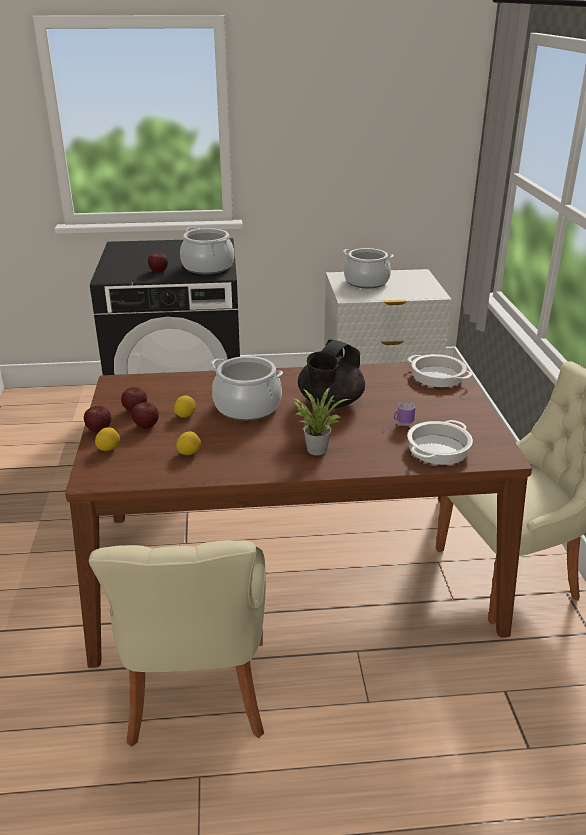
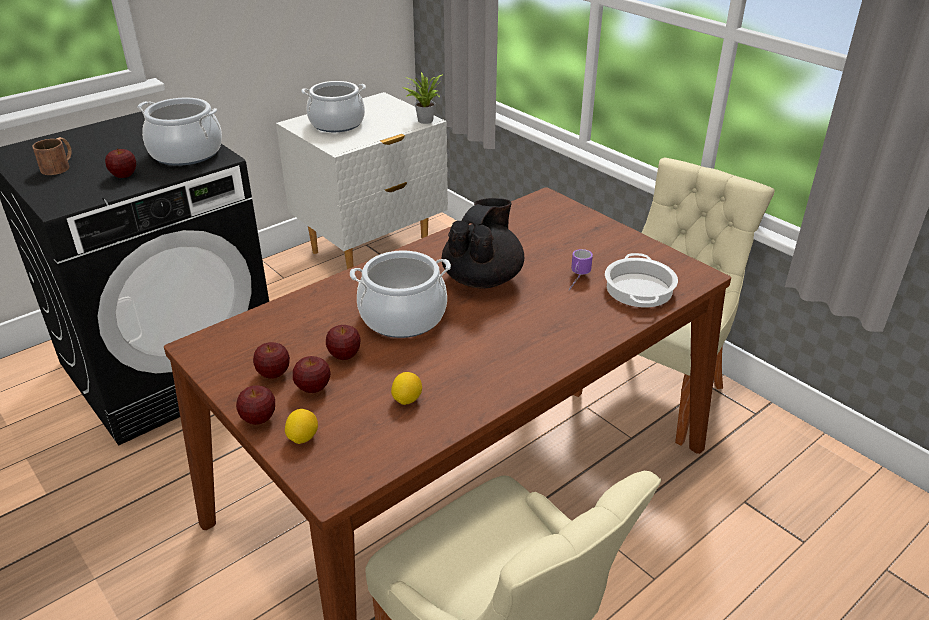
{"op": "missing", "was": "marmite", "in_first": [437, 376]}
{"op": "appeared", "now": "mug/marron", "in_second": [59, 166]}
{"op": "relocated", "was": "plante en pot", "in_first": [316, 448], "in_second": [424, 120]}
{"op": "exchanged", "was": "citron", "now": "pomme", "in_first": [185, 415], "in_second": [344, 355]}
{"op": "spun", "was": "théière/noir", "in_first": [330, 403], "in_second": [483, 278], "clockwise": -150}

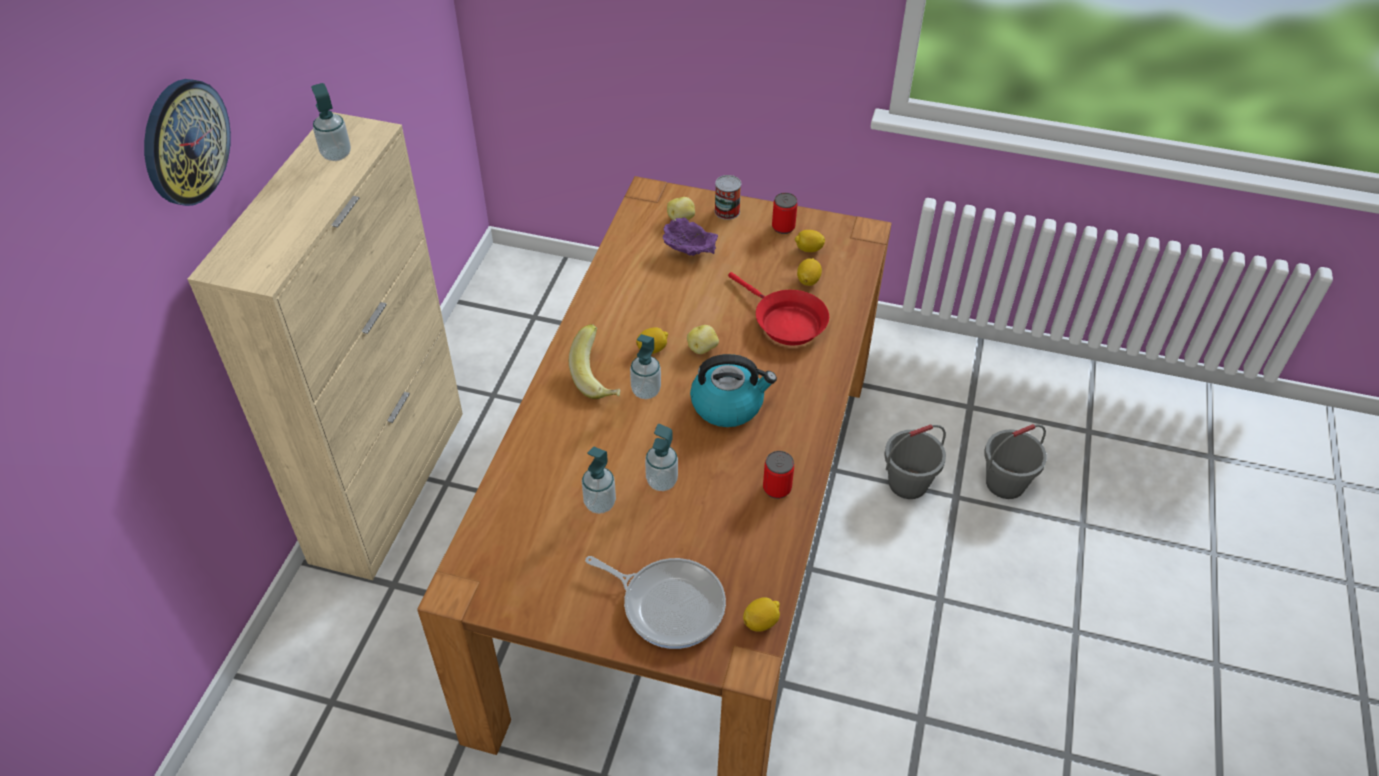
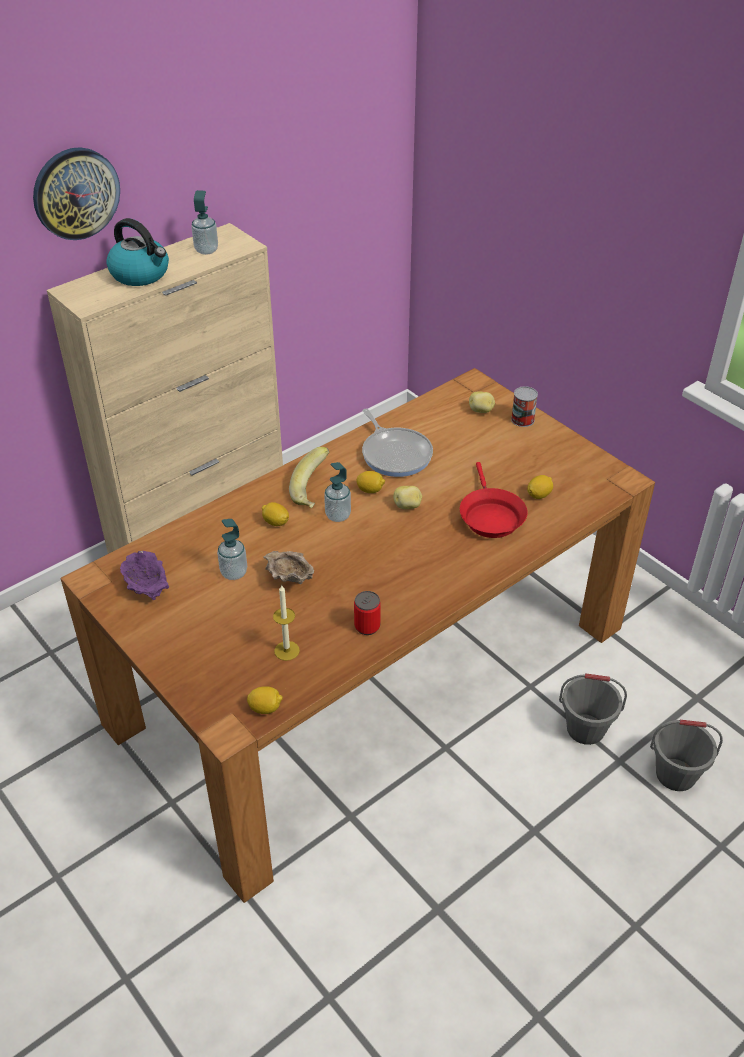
{"op": "missing", "was": "boîte métallique", "in_first": [783, 227]}
{"op": "appeared", "now": "bougie", "in_second": [286, 650]}
{"op": "relocated", "was": "poêle", "in_first": [669, 604], "in_second": [395, 454]}
{"op": "relocated", "was": "bol/violet", "in_first": [689, 252], "in_second": [147, 589]}
{"op": "relocated", "was": "bouilloire", "in_first": [728, 405], "in_second": [141, 274]}
{"op": "relocated", "was": "citron", "in_first": [808, 249], "in_second": [275, 522]}
{"op": "exchanged", "was": "distributeur de savon", "now": "bol/beige", "in_first": [662, 481], "in_second": [289, 580]}

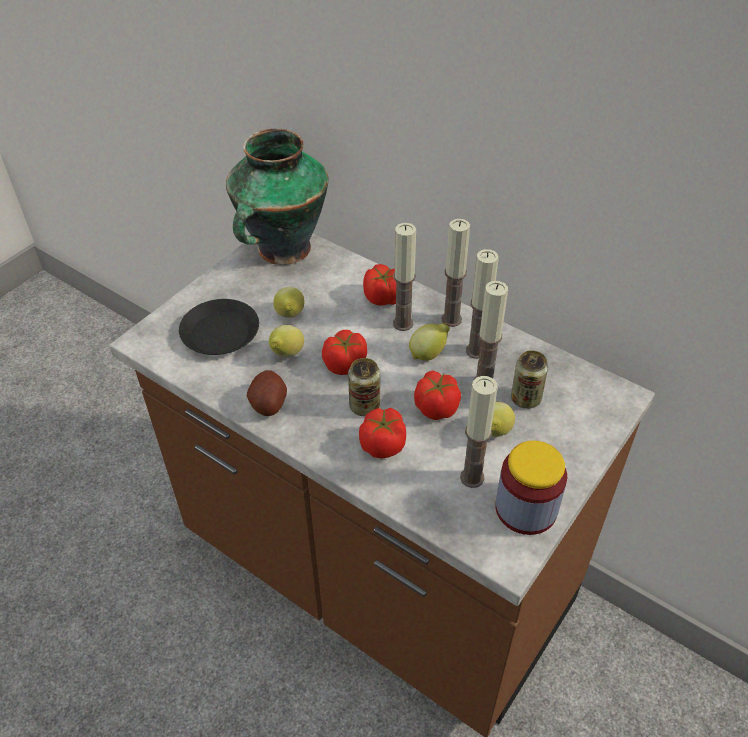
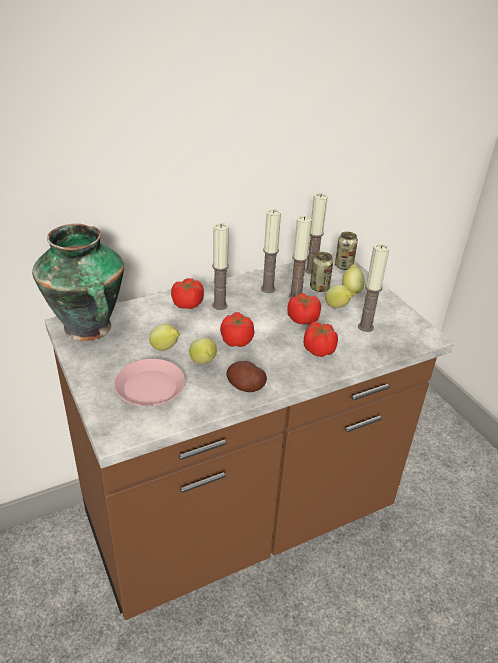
{"op": "missing", "was": "bocal", "in_first": [526, 508]}
{"op": "relocated", "was": "boîte métallique", "in_first": [364, 406], "in_second": [343, 266]}
{"op": "relocated", "was": "citron", "in_first": [428, 354], "in_second": [351, 290]}
{"op": "relocated", "was": "bougie", "in_first": [451, 319], "in_second": [311, 270]}
{"op": "colour", "was": "assiette/noir", "now": "assiette/rose", "in_first": [220, 333], "in_second": [149, 388]}

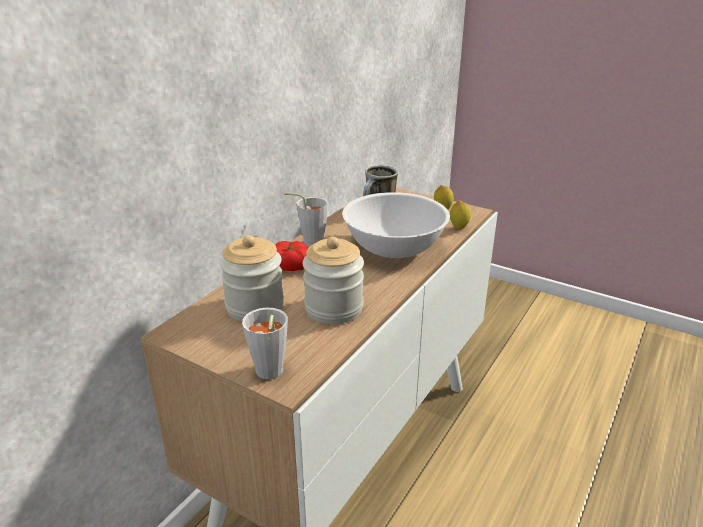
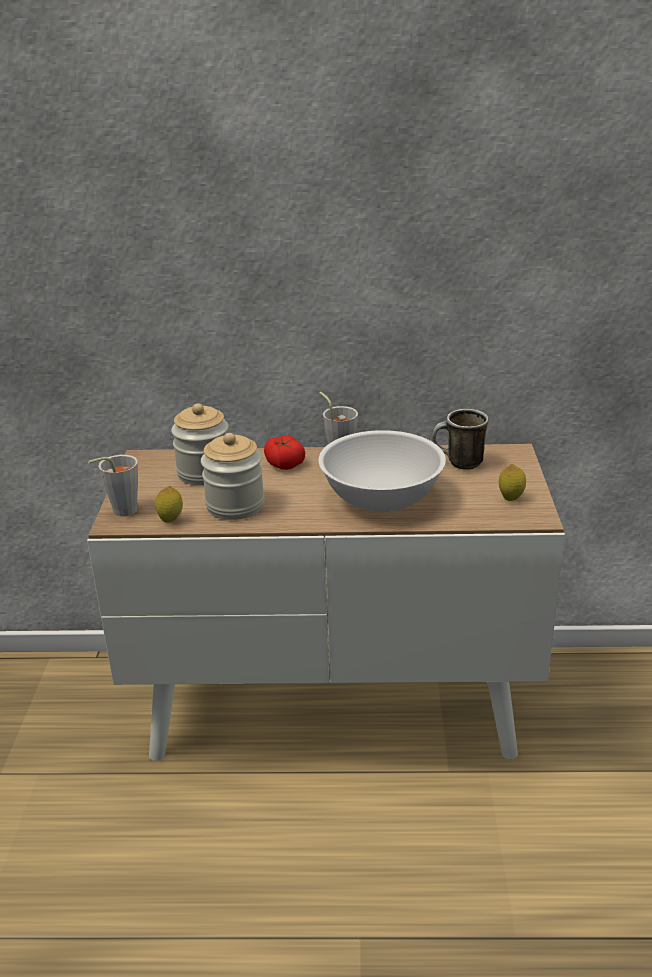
{"op": "relocated", "was": "citron", "in_first": [459, 228], "in_second": [171, 520]}

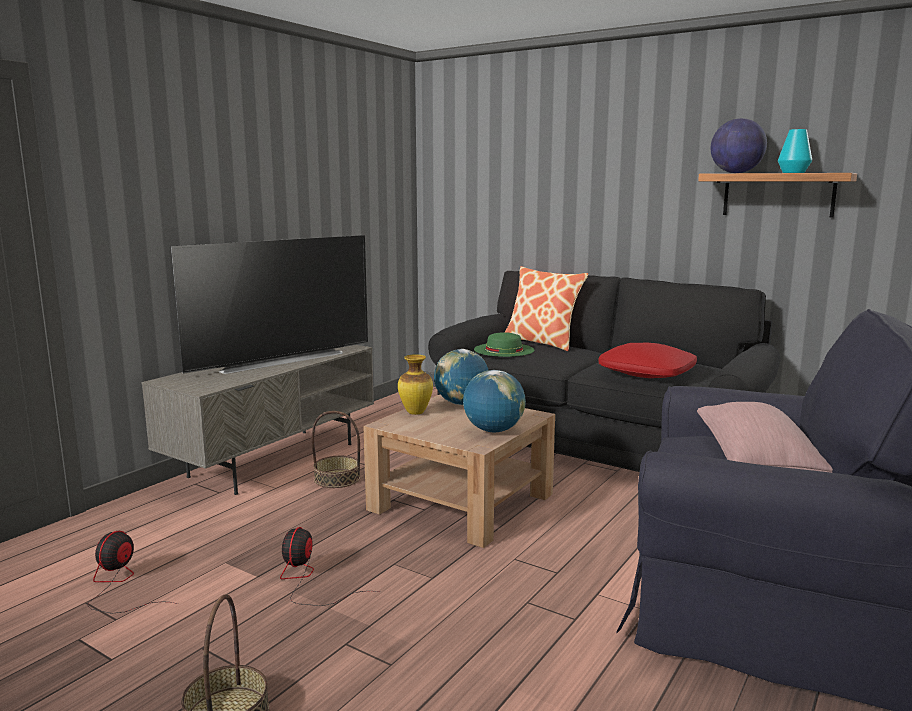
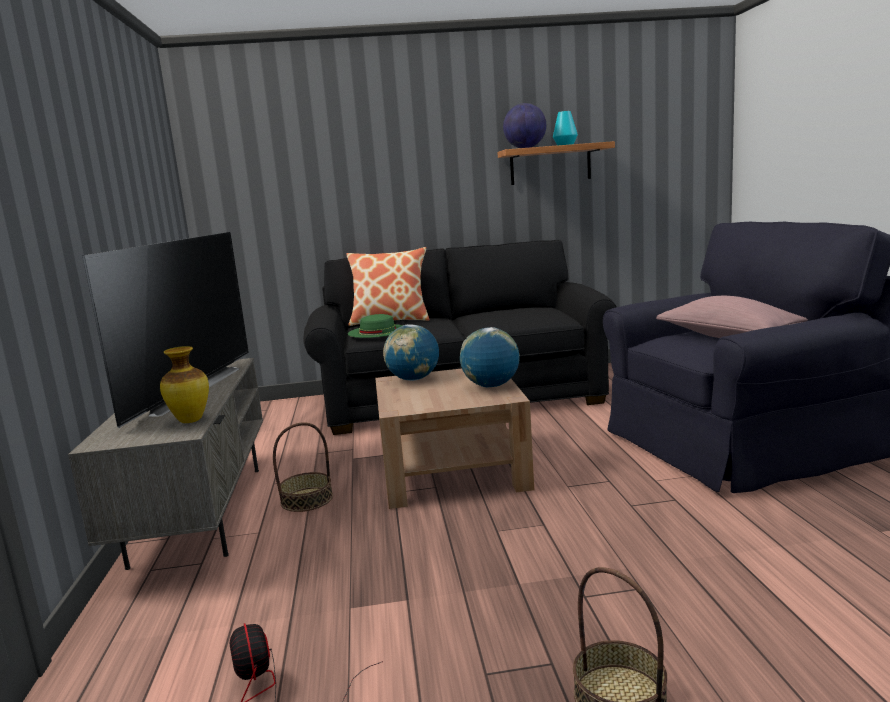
{"op": "missing", "was": "ventilateur", "in_first": [308, 580]}
{"op": "missing", "was": "coussin/rouge", "in_first": [647, 372]}
{"op": "relocated", "was": "vase", "in_first": [416, 413], "in_second": [191, 420]}

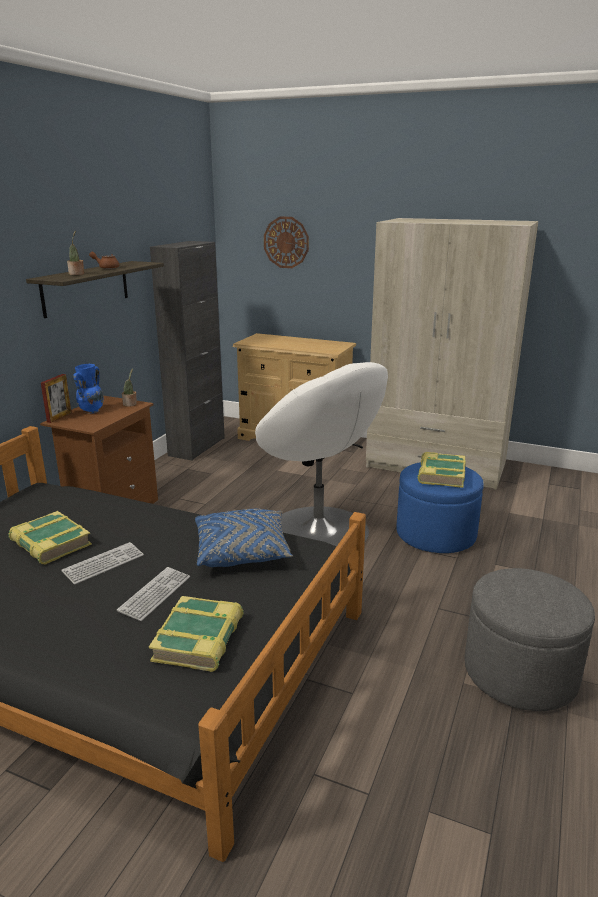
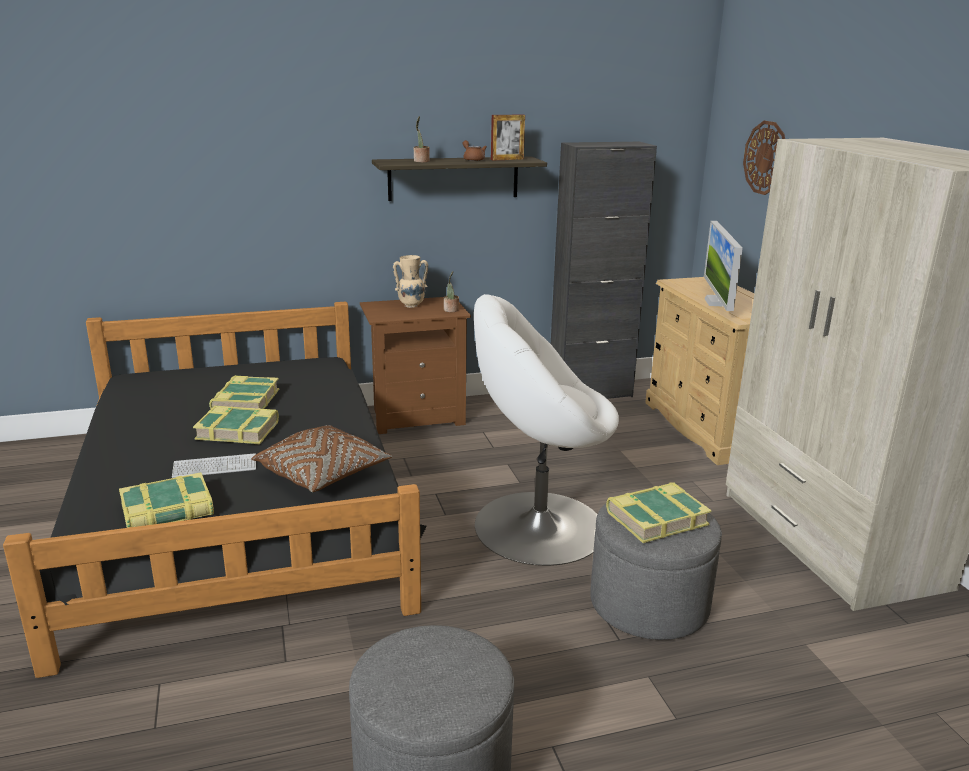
{"op": "appeared", "now": "écran d'ordinateur", "in_second": [717, 302]}
{"op": "relocated", "was": "cadre photo", "in_first": [59, 417], "in_second": [507, 159]}
{"op": "exchanged", "was": "clavier", "now": "livre", "in_first": [103, 564], "in_second": [238, 430]}
{"op": "colour", "was": "vase/bleu", "now": "vase/beige", "in_first": [91, 411], "in_second": [411, 305]}
{"op": "colour", "was": "coussin/bleu", "now": "coussin/marron", "in_first": [242, 551], "in_second": [323, 474]}
{"op": "colour", "was": "pouf/bleu", "now": "pouf/gris", "in_first": [436, 534], "in_second": [649, 604]}
{"op": "spun", "was": "fauteuil/blanc", "in_first": [319, 531], "in_second": [536, 526], "clockwise": 75}

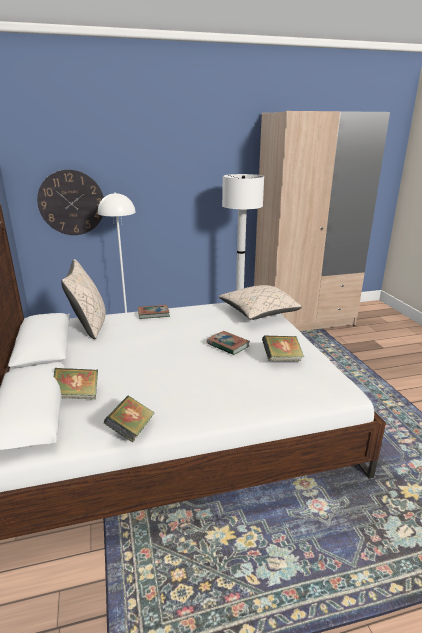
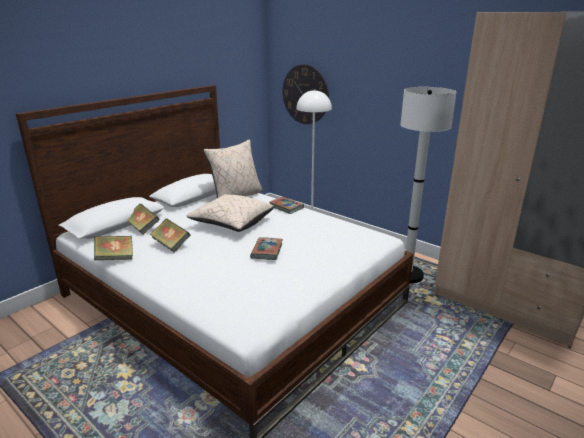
{"op": "relocated", "was": "coussin/beige", "in_first": [258, 313], "in_second": [232, 223]}
{"op": "relocated", "was": "livre", "in_first": [282, 359], "in_second": [171, 245]}

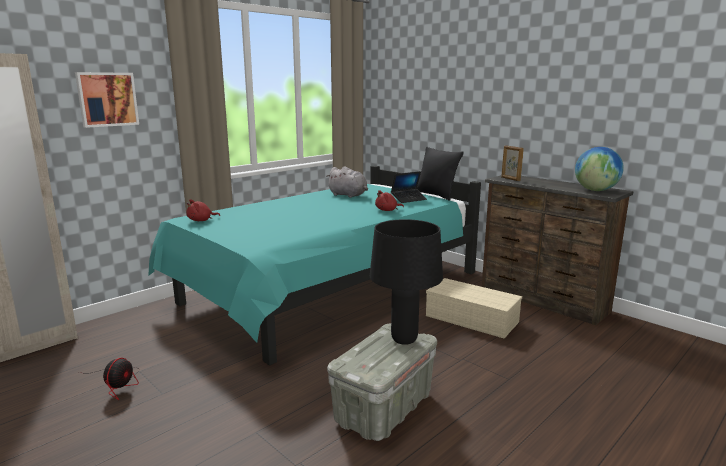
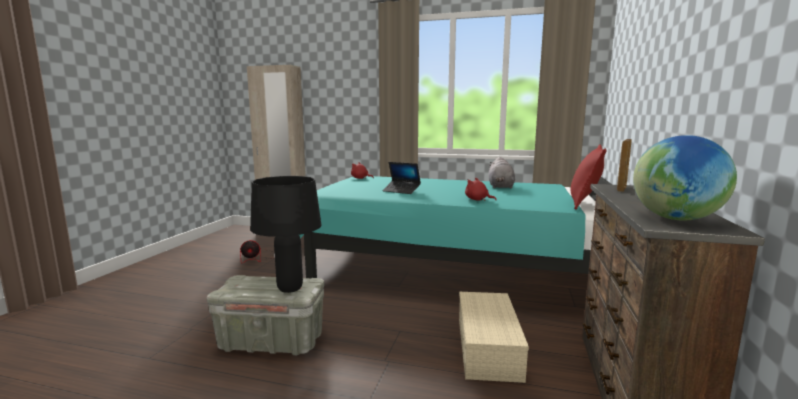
{"op": "missing", "was": "tableau", "in_first": [107, 99]}
{"op": "relocated", "was": "ordinateur portable", "in_first": [408, 199], "in_second": [401, 191]}
{"op": "colour", "was": "coussin/noir", "now": "coussin/rouge", "in_first": [436, 195], "in_second": [584, 204]}

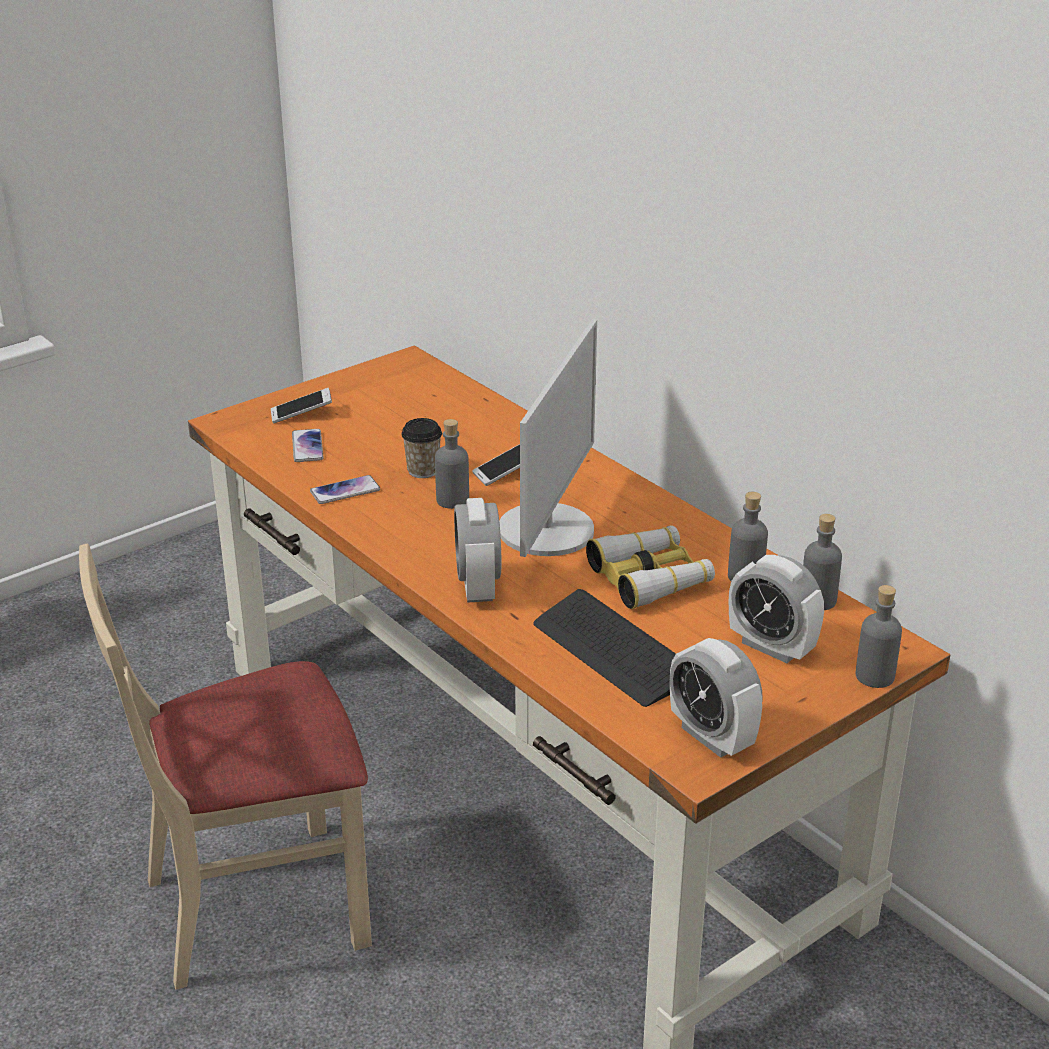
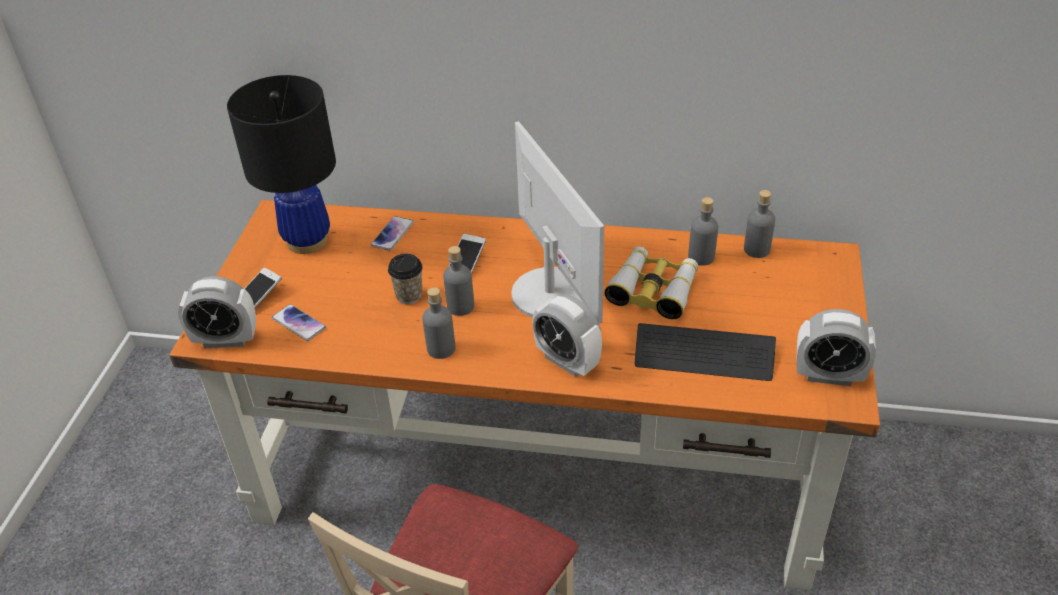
{"op": "appeared", "now": "lampe de table/noir", "in_second": [307, 241]}
{"op": "relocated", "was": "téléphone", "in_first": [345, 491], "in_second": [392, 234]}
{"op": "relocated", "was": "réveil", "in_first": [771, 647], "in_second": [226, 340]}
{"op": "relocated", "was": "bouteille/gris", "in_first": [874, 676], "in_second": [441, 348]}

